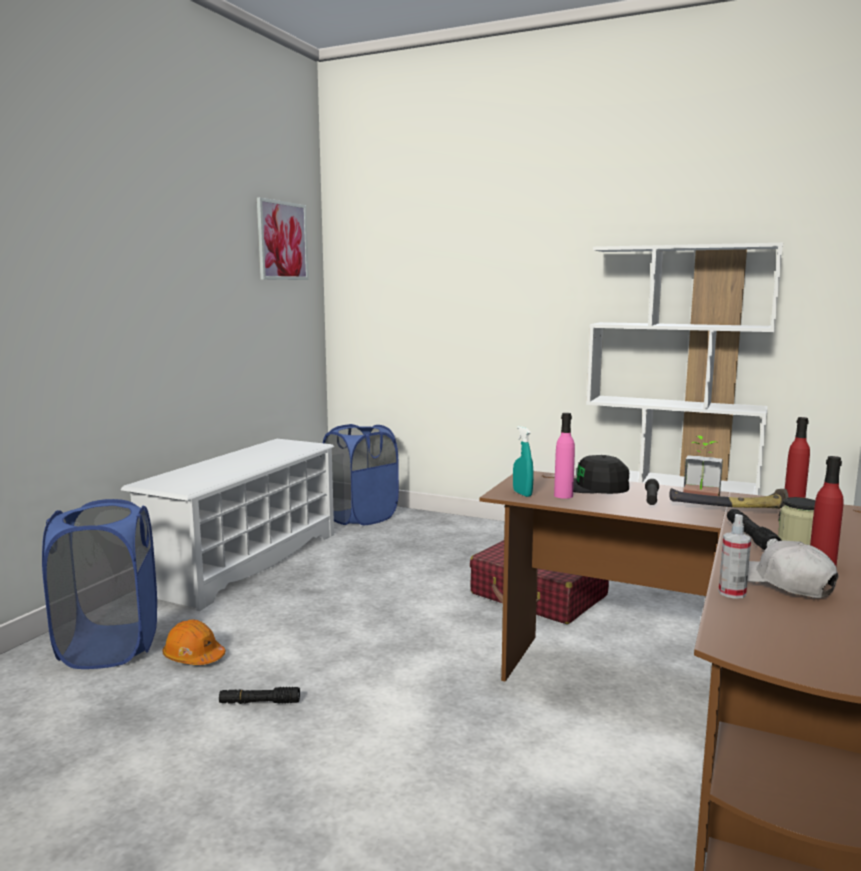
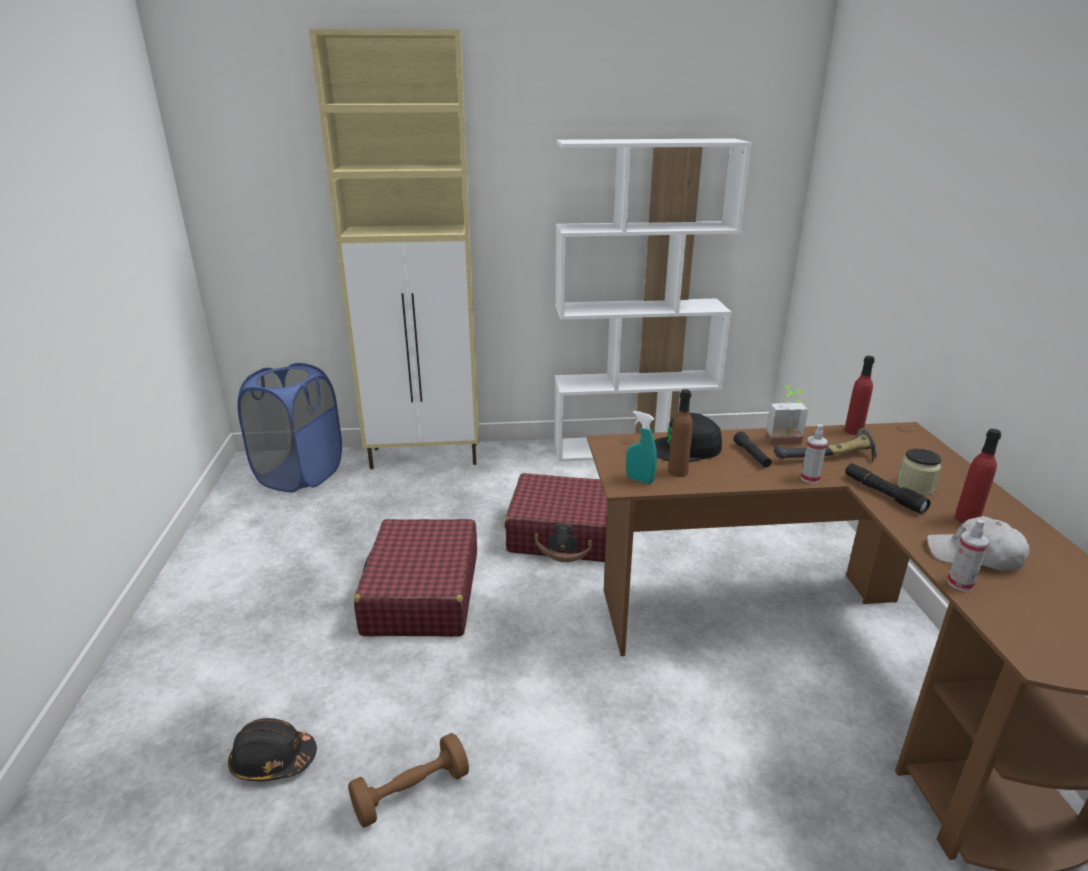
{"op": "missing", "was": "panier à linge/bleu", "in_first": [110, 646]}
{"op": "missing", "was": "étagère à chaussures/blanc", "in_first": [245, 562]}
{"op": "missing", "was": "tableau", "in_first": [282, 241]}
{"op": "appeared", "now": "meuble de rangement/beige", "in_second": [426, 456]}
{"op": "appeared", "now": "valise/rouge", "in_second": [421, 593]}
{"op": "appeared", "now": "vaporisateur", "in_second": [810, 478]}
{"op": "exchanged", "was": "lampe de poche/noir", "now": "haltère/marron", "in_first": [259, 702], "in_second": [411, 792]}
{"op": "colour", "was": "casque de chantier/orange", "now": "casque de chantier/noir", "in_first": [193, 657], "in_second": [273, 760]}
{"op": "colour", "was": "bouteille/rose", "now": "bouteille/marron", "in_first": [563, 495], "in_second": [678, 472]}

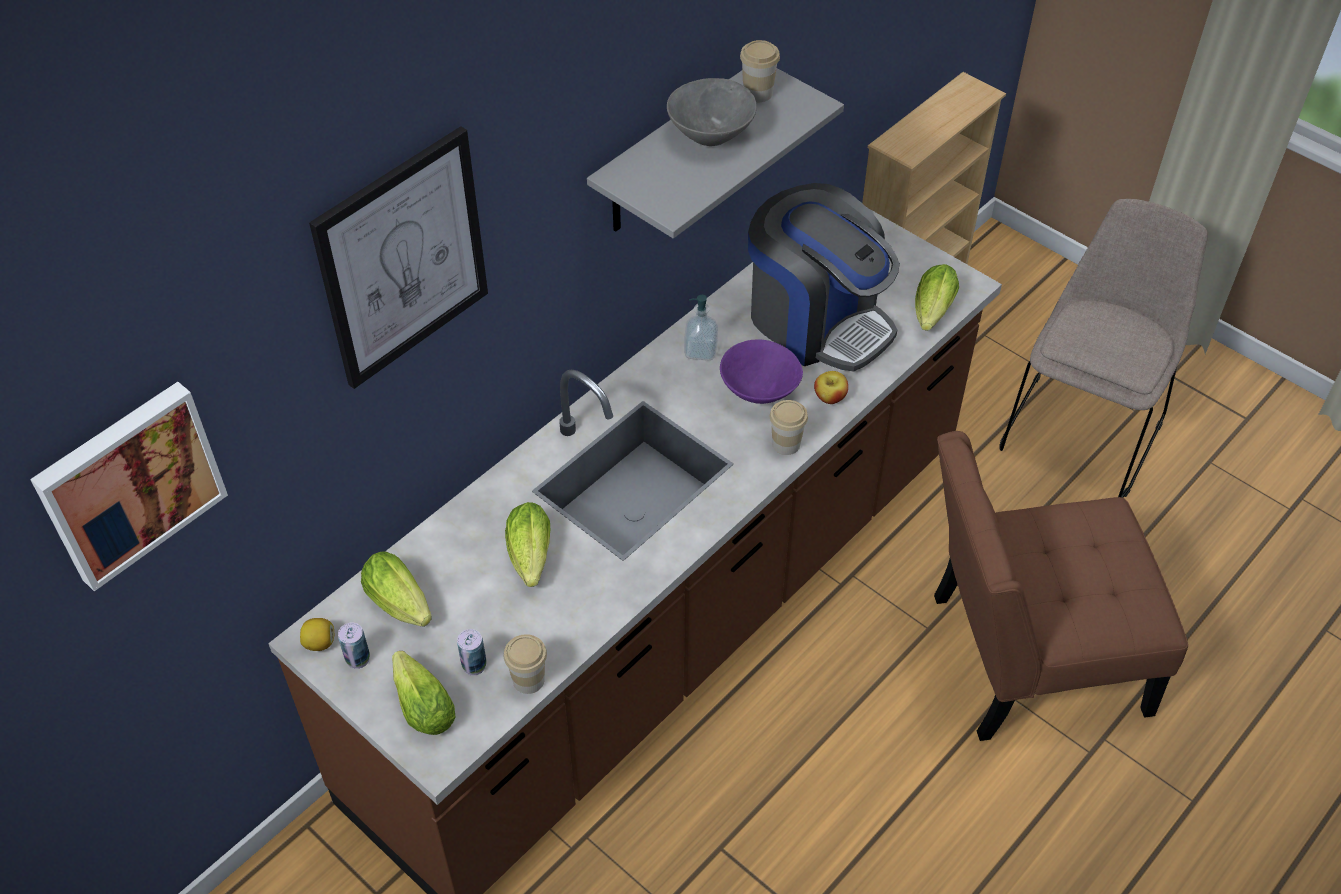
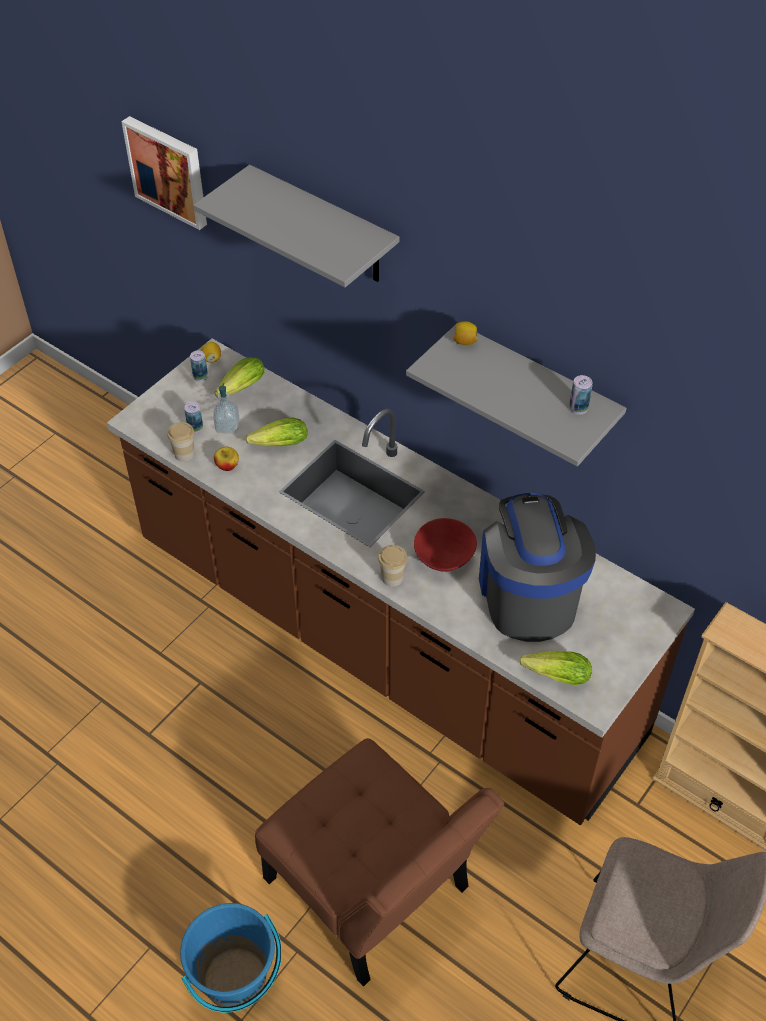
{"op": "missing", "was": "laitue", "in_first": [421, 702]}
{"op": "missing", "was": "bol/gris", "in_first": [712, 135]}
{"op": "appeared", "now": "seau/bleu", "in_second": [235, 979]}
{"op": "appeared", "now": "citron", "in_second": [464, 341]}
{"op": "relocated", "was": "distributeur de savon", "in_first": [700, 350], "in_second": [227, 426]}
{"op": "relocated", "was": "pomme", "in_first": [830, 397], "in_second": [227, 466]}
{"op": "exchanged", "was": "tableau", "now": "étagère/gris", "in_first": [403, 258], "in_second": [323, 226]}
{"op": "exchanged", "was": "tasse", "now": "boîte métallique", "in_first": [758, 93], "in_second": [578, 408]}
{"op": "colour", "was": "bol/violet", "now": "bol/rouge", "in_first": [760, 392], "in_second": [443, 559]}
{"op": "spun", "was": "machine à café", "in_first": [817, 321], "in_second": [528, 594], "clockwise": 135}
{"op": "spun", "was": "chaise/marron", "in_first": [1025, 656], "in_second": [373, 893], "clockwise": 150}

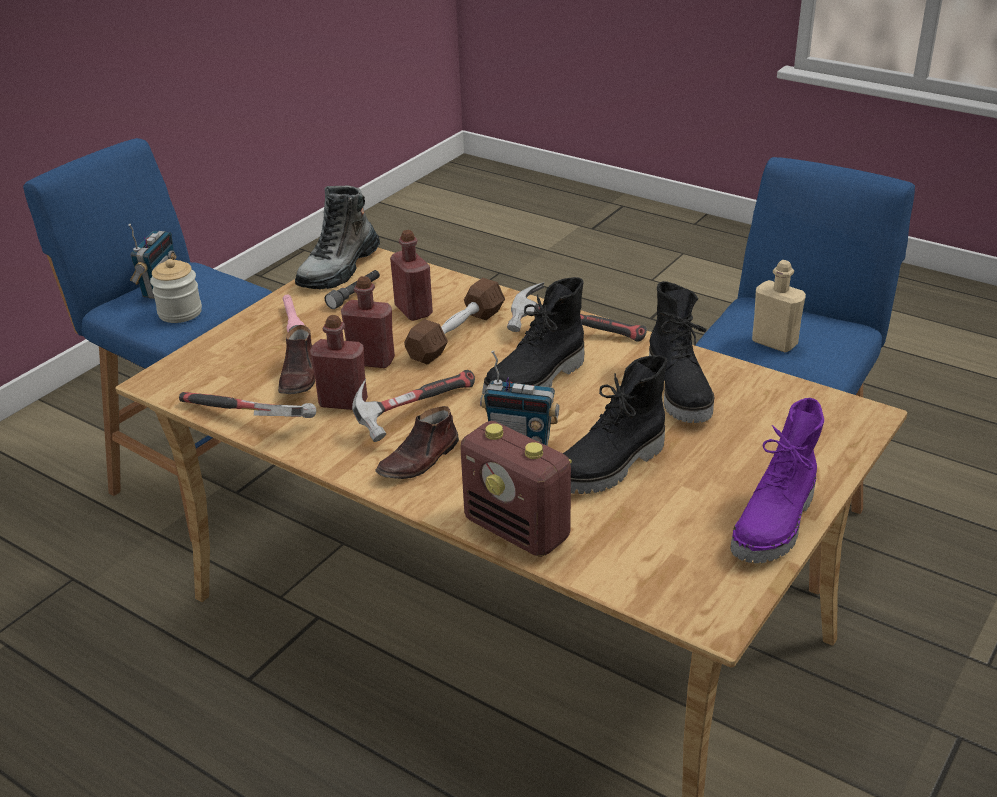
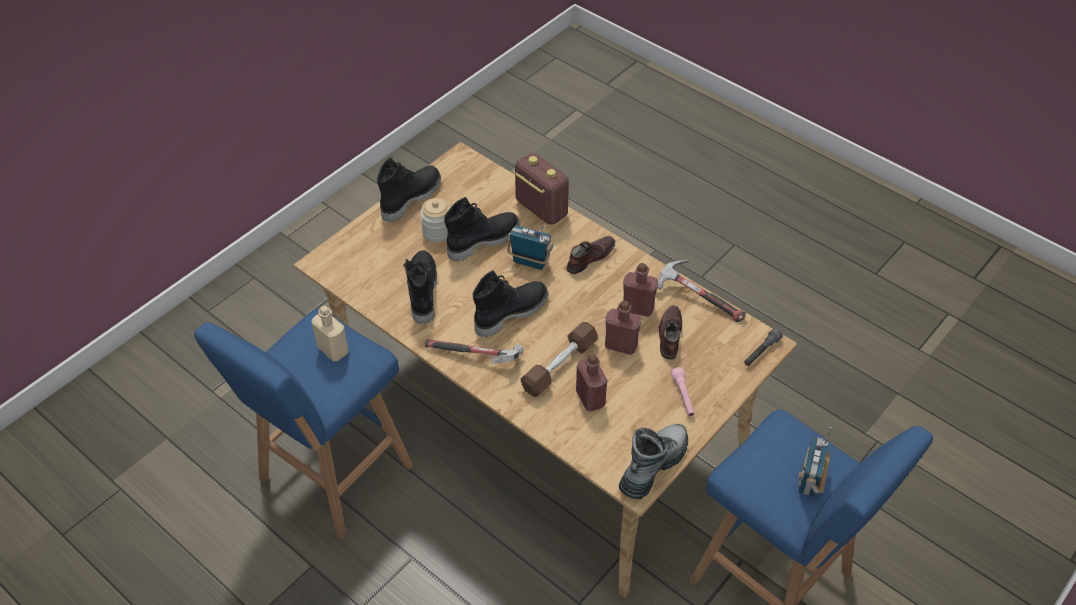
{"op": "missing", "was": "marteau", "in_first": [413, 413]}
{"op": "relocated", "was": "bocal", "in_first": [180, 312], "in_second": [438, 232]}
{"op": "relocated", "was": "lampe de poche/gris", "in_first": [354, 295], "in_second": [761, 352]}
{"op": "colour", "was": "botte/violet", "now": "botte/noir", "in_first": [776, 525], "in_second": [410, 198]}

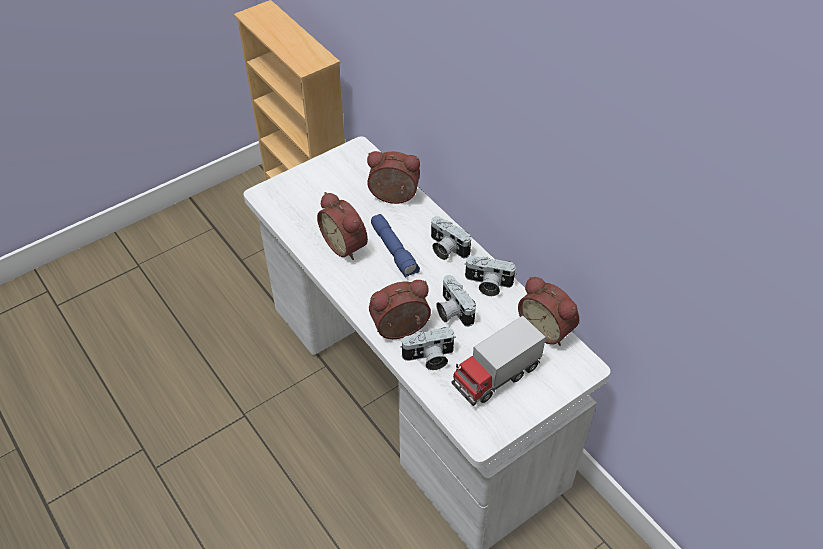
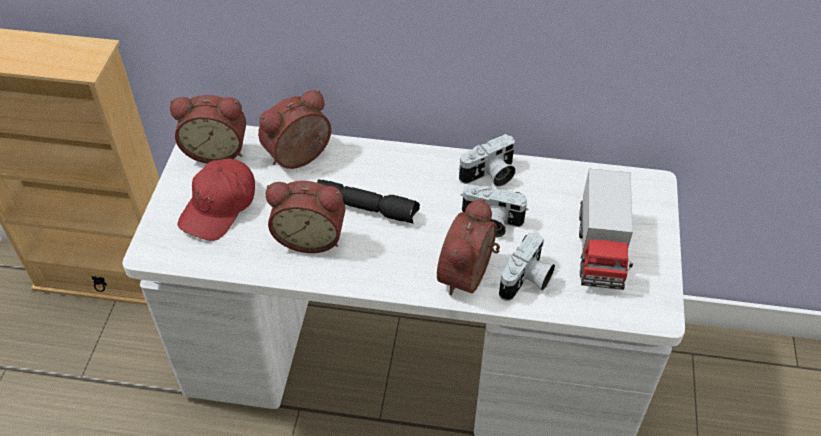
{"op": "missing", "was": "appareil photo", "in_first": [446, 248]}
{"op": "appeared", "now": "casquette/rouge", "in_second": [219, 207]}
{"op": "relocated", "was": "réveil", "in_first": [547, 328], "in_second": [217, 150]}
{"op": "colour", "was": "lampe de poche/bleu", "now": "lampe de poche/noir", "in_first": [395, 251], "in_second": [367, 207]}

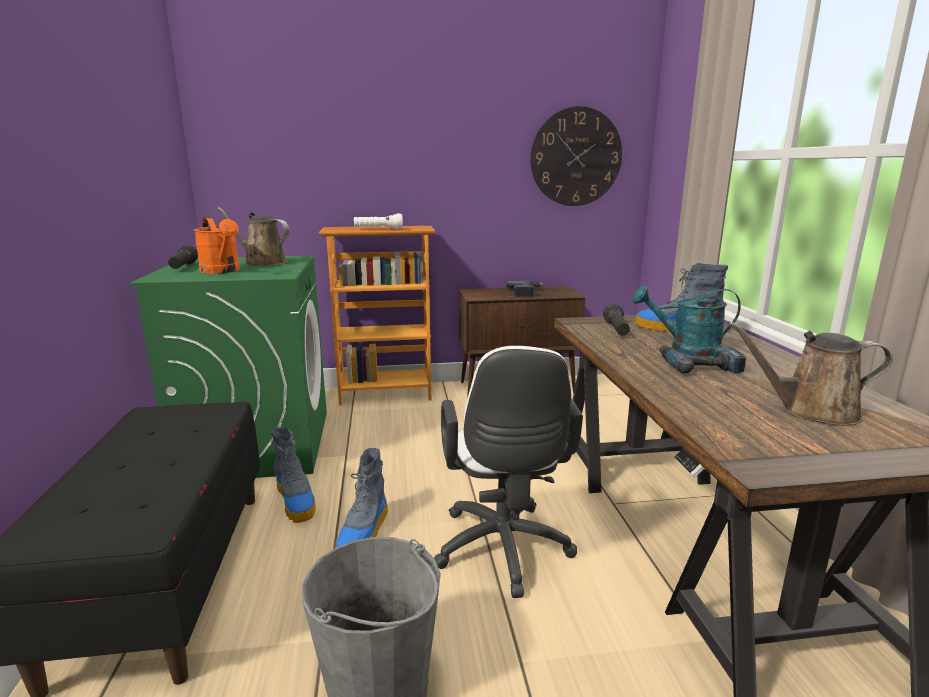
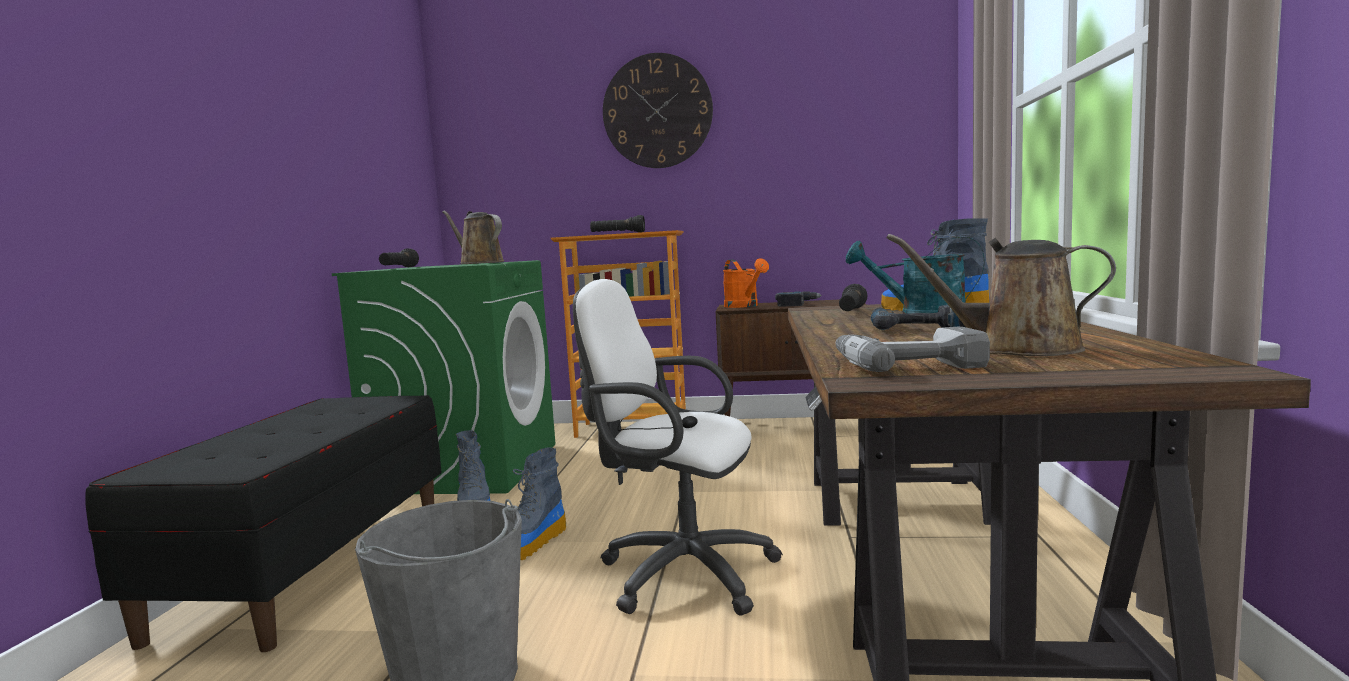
{"op": "appeared", "now": "perceuse", "in_second": [904, 363]}
{"op": "relocated", "was": "arrosoir/orange", "in_first": [222, 271], "in_second": [744, 306]}
{"op": "relocated", "was": "horloge murale", "in_first": [576, 157], "in_second": [657, 111]}
{"op": "colour", "was": "lampe de poche/blanc", "now": "lampe de poche/noir", "in_first": [378, 229], "in_second": [618, 233]}
{"op": "spun", "was": "chaise de bureau/blanc", "in_first": [503, 552], "in_second": [678, 572], "clockwise": 105}

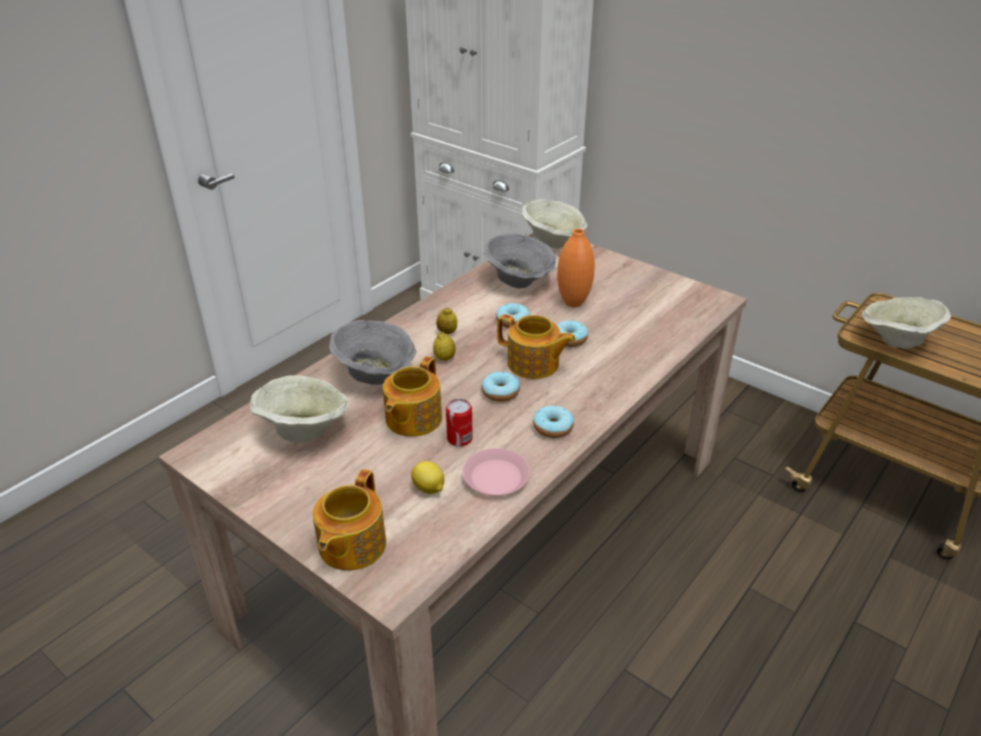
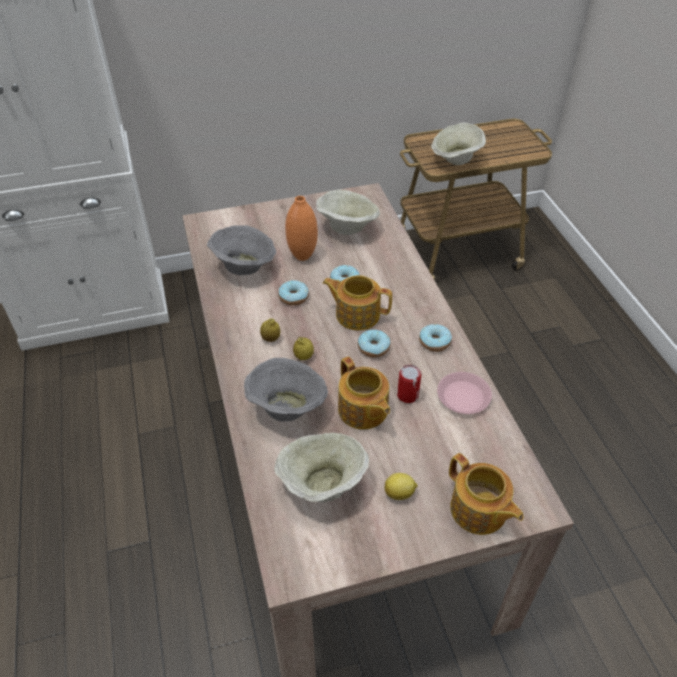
{"op": "relocated", "was": "citron", "in_first": [429, 489], "in_second": [400, 493]}
{"op": "relocated", "was": "bol/beige", "in_first": [553, 243], "in_second": [347, 228]}
{"op": "spun", "was": "théière", "in_first": [534, 364], "in_second": [356, 314], "clockwise": -135}

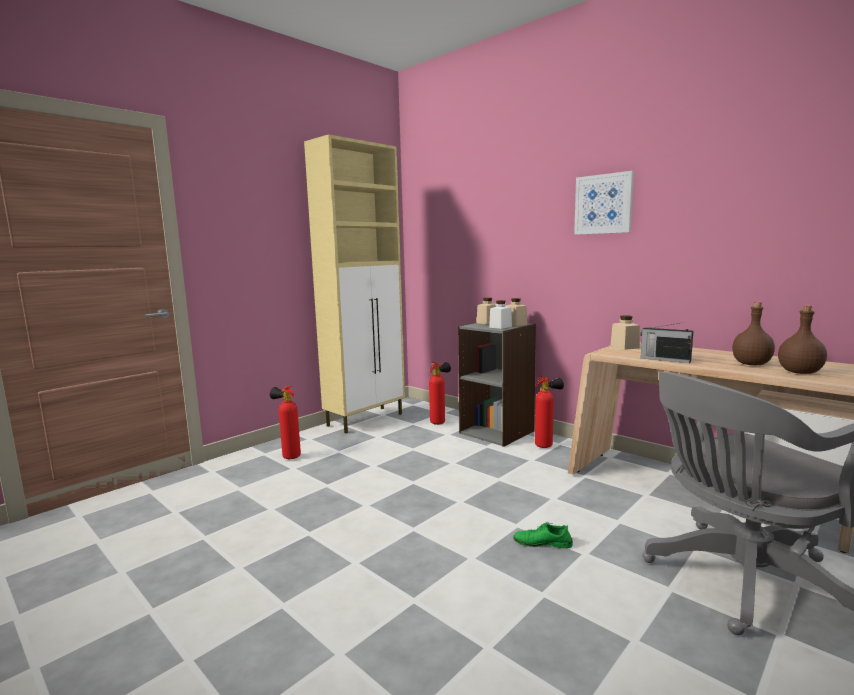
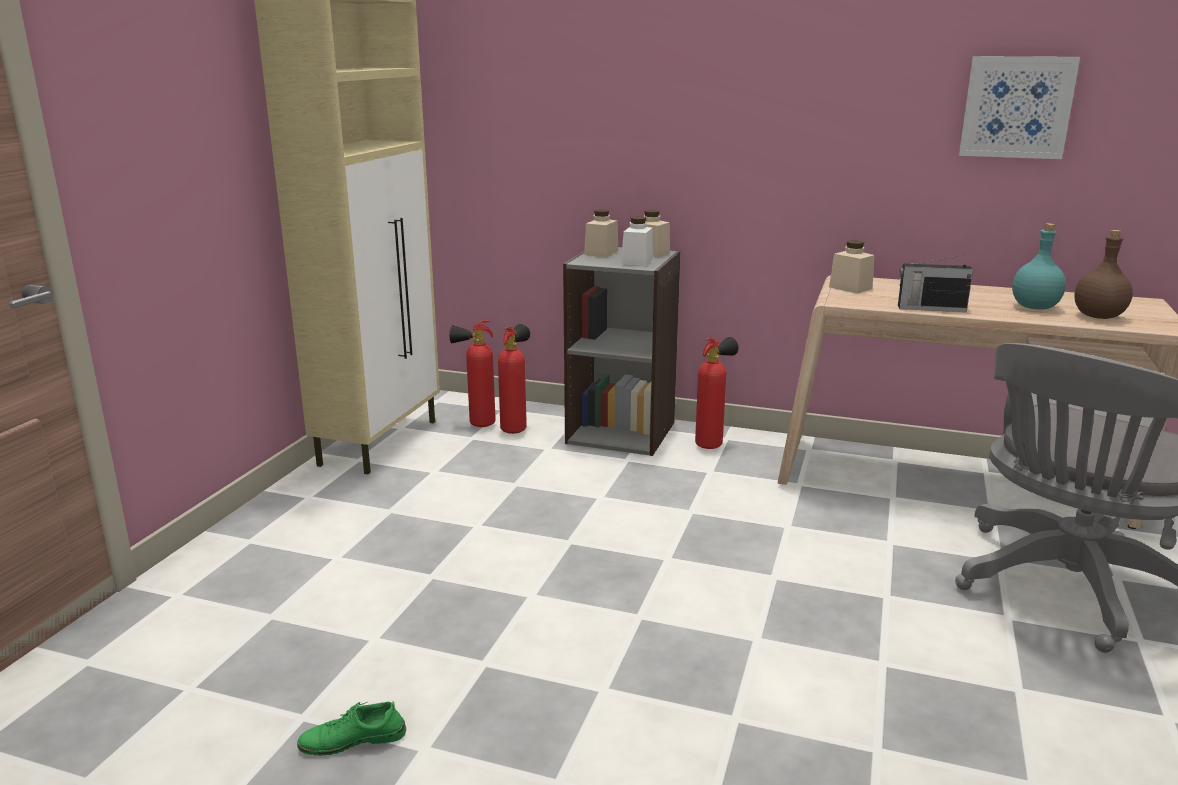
{"op": "relocated", "was": "extincteur", "in_first": [288, 457], "in_second": [476, 424]}
{"op": "relocated", "was": "chaussure/vert", "in_first": [542, 543], "in_second": [353, 740]}
{"op": "relocated", "was": "tableau", "in_first": [603, 204], "in_second": [1016, 107]}
{"op": "colour", "was": "bouteille/marron", "now": "bouteille/turquoise", "in_first": [752, 364], "in_second": [1035, 307]}

